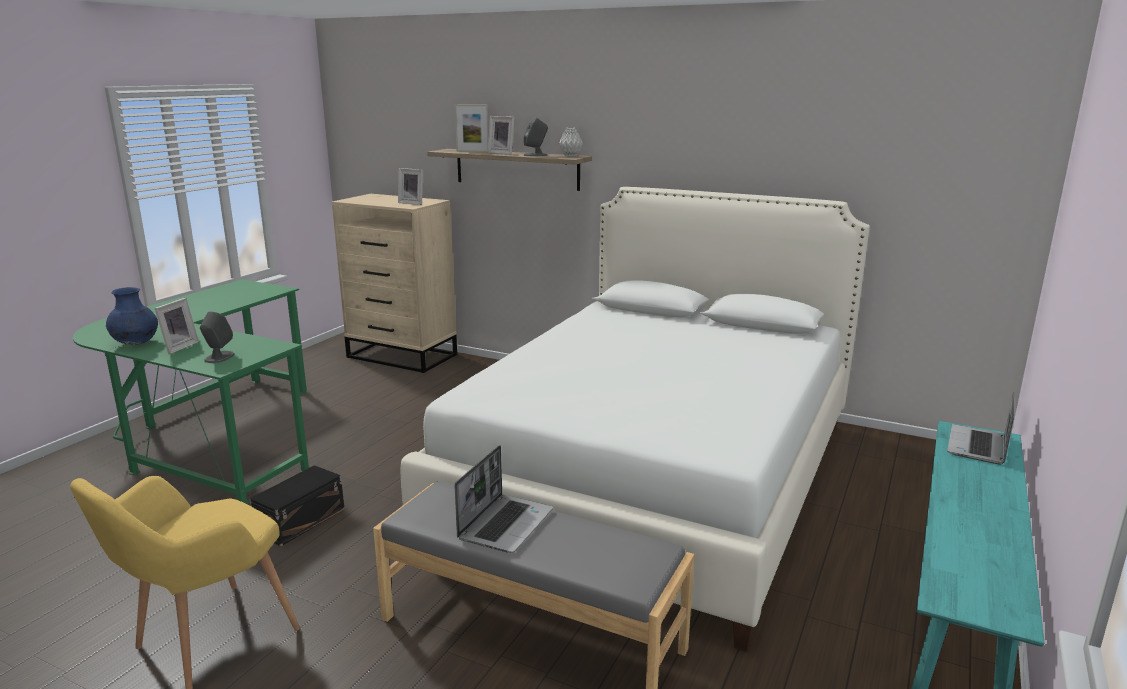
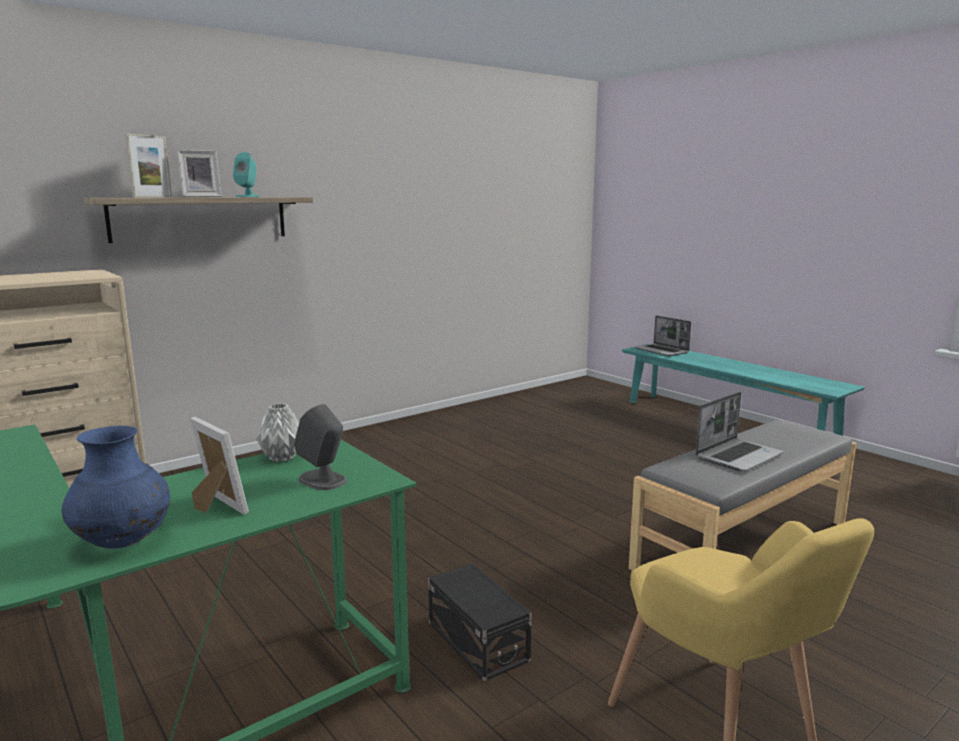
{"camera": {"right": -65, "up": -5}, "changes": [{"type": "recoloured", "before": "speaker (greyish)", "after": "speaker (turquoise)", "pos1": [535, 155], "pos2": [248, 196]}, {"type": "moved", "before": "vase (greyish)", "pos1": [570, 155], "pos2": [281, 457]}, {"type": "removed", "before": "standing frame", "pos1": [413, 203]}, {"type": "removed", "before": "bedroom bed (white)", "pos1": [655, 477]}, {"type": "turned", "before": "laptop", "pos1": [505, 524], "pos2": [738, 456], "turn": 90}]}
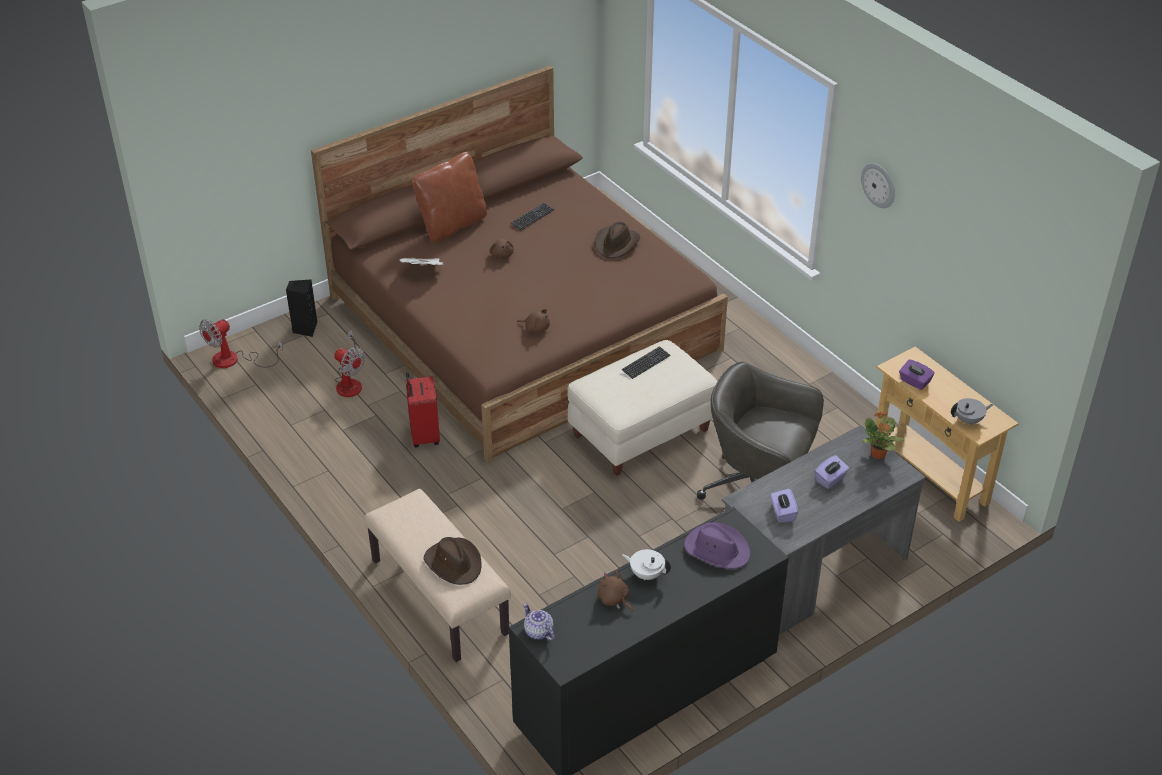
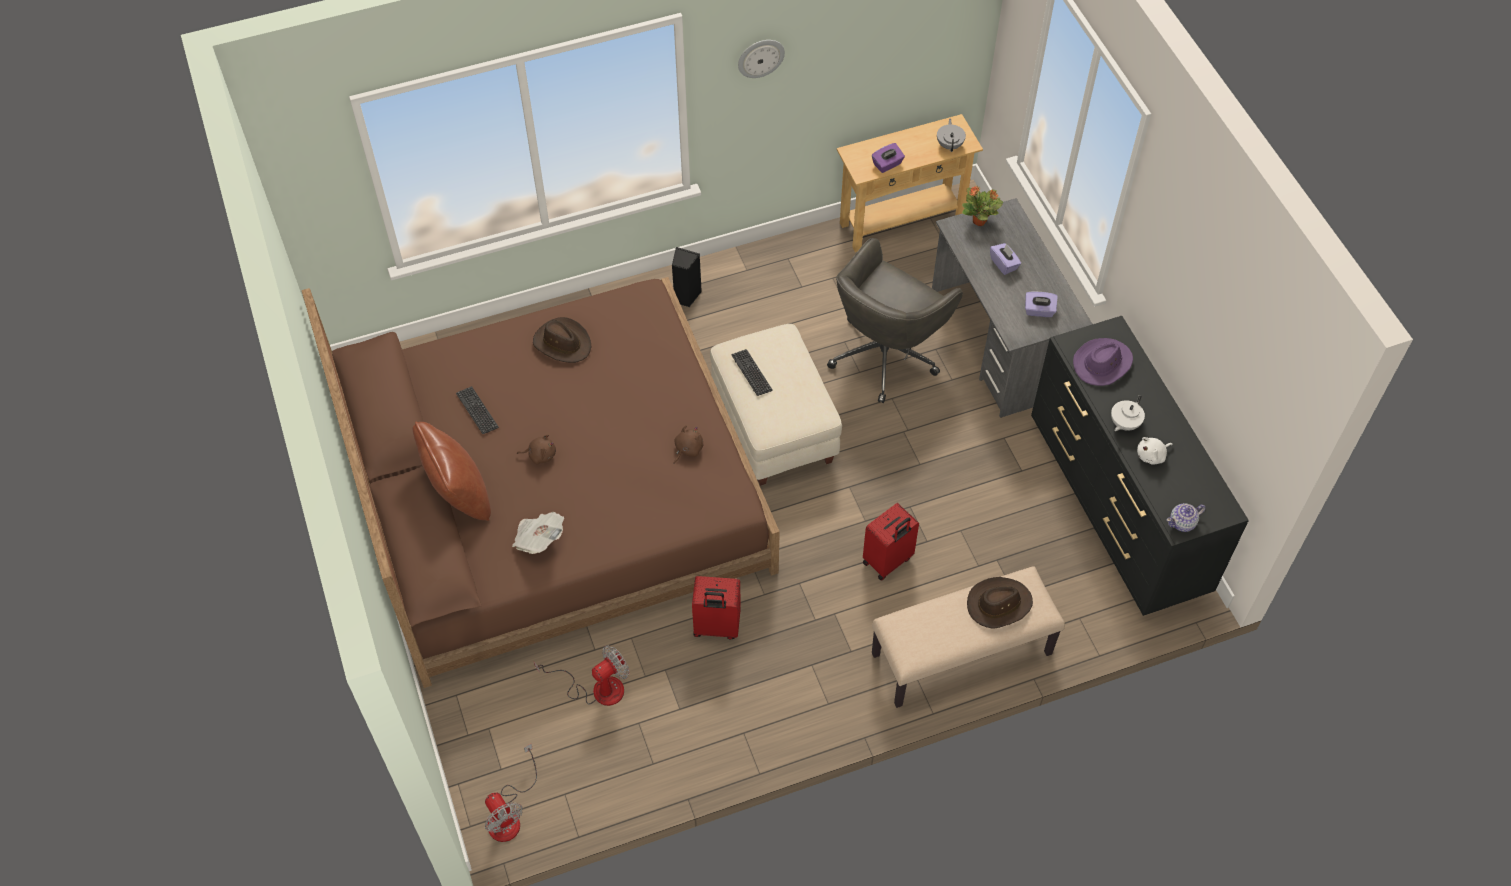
{"camera": {"right": -75, "up": 15}, "changes": [{"type": "moved", "before": "speaker (blackish)", "pos1": [305, 329], "pos2": [685, 296]}, {"type": "recoloured", "before": "soft toy (brown)", "after": "soft toy (white)", "pos1": [614, 600], "pos2": [1152, 455]}, {"type": "added", "after": "piece of luggage (red-coloured)", "pos2": [888, 561]}]}
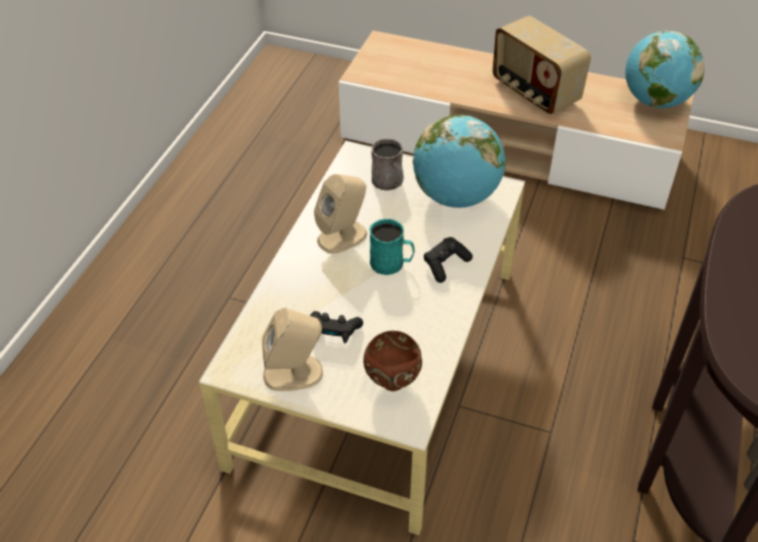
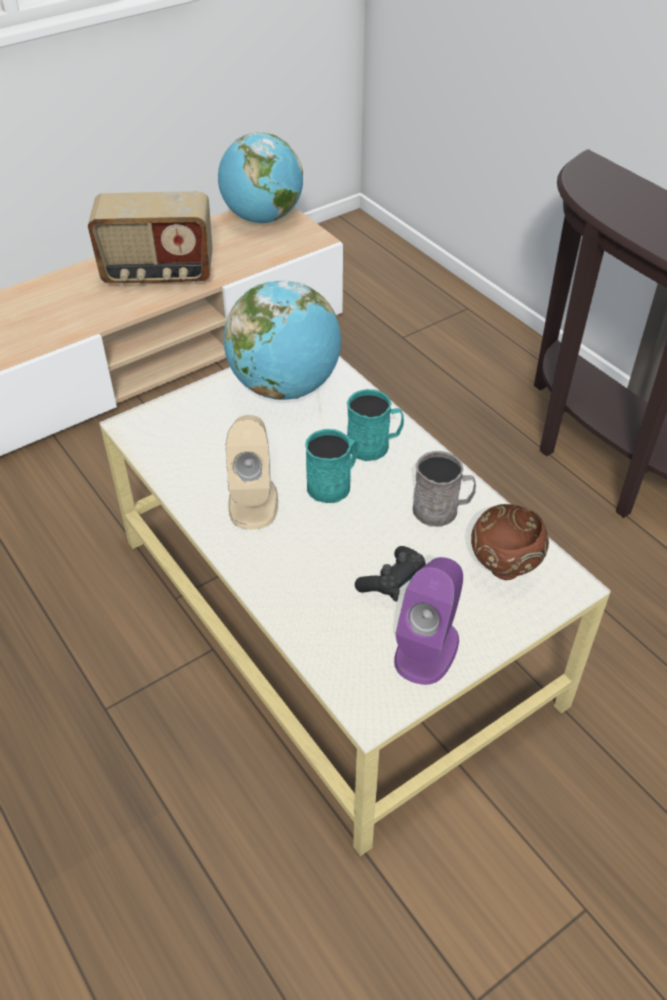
{"camera": {"right": -55, "up": 0}, "changes": [{"type": "moved", "before": "mug (greyish)", "pos1": [389, 183], "pos2": [442, 510]}, {"type": "replaced", "before": "joypad (blackish)", "after": "mug (turquoise)", "pos1": [445, 265], "pos2": [374, 445]}, {"type": "recoloured", "before": "speaker (sand-coloured)", "after": "speaker (purple)", "pos1": [294, 373], "pos2": [427, 648]}]}
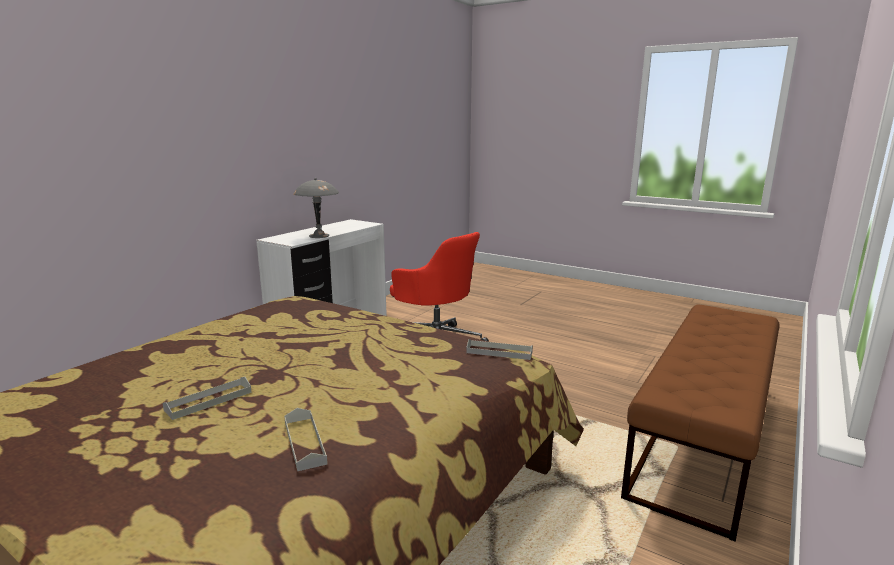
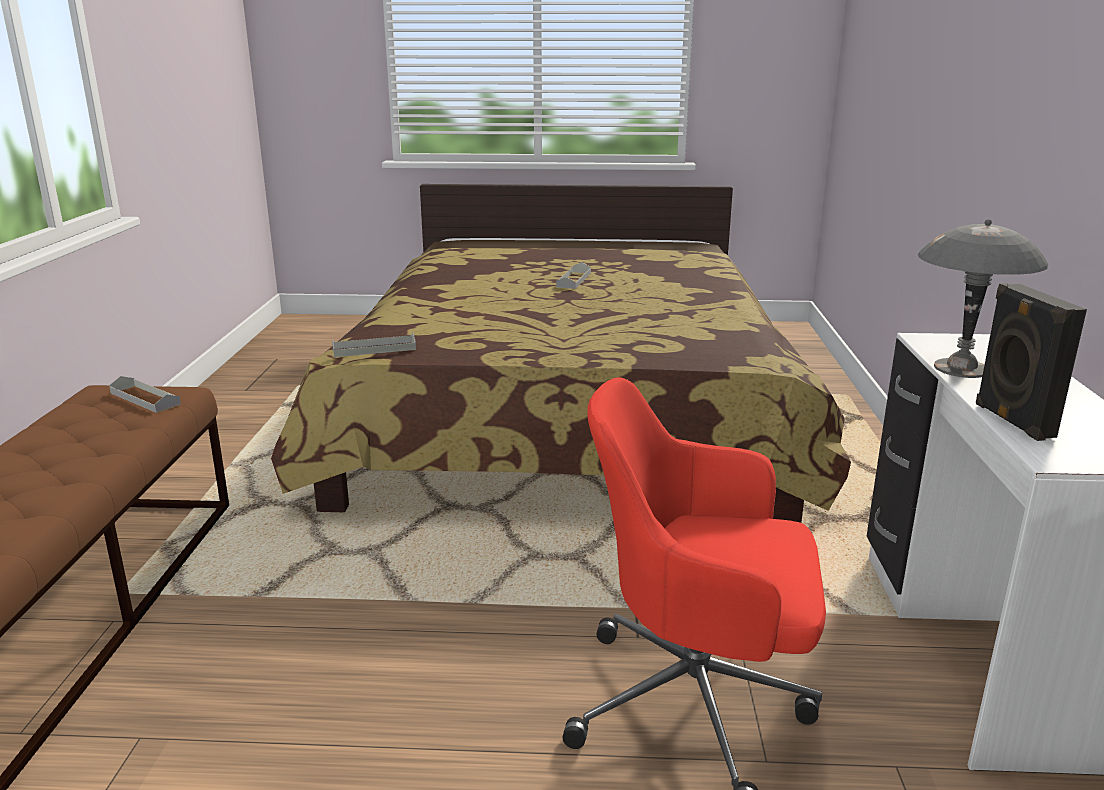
{"camera": {"right": 150, "up": 5}, "changes": [{"type": "moved", "before": "tray (greyish)", "pos1": [305, 442], "pos2": [145, 398]}, {"type": "added", "after": "speaker (blackish)", "pos2": [1011, 421]}]}
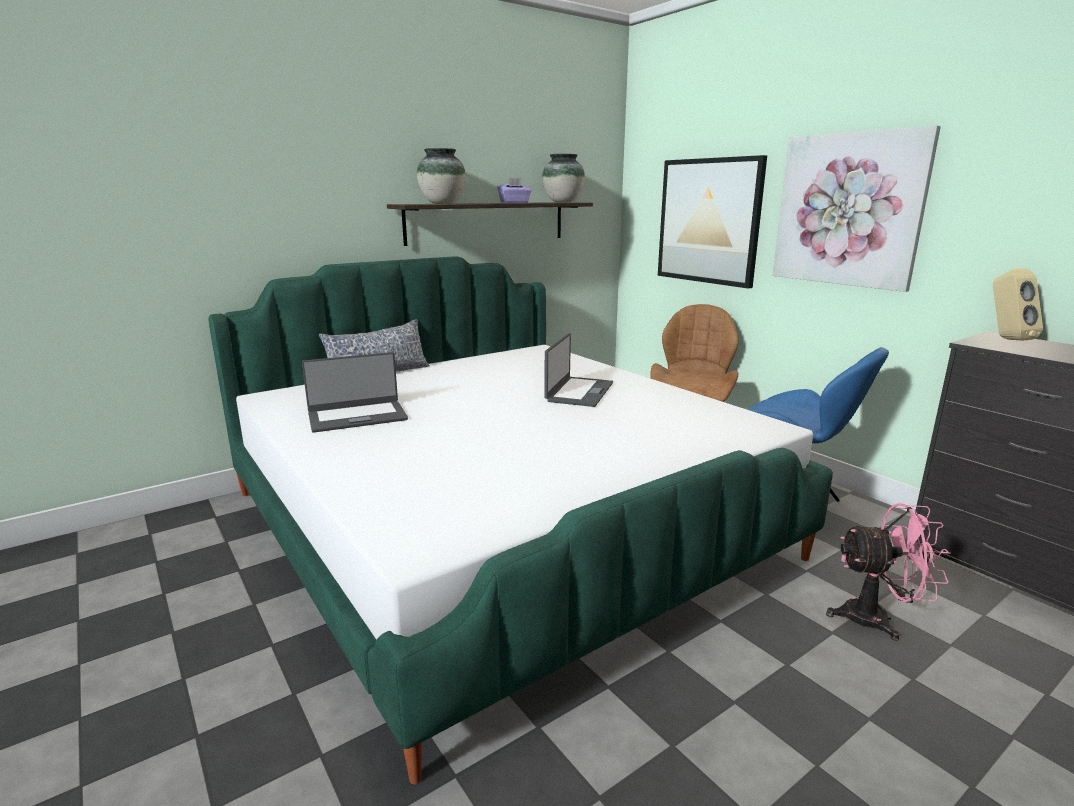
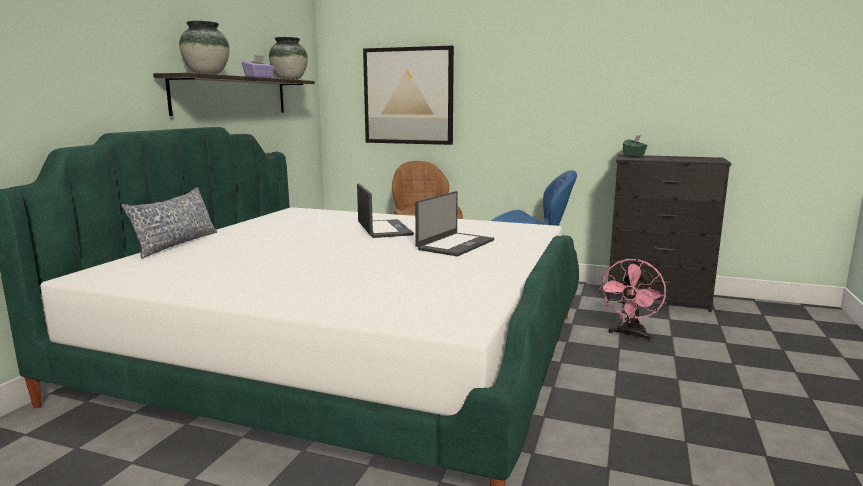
{"camera": {"right": -35, "up": -5}, "changes": [{"type": "removed", "before": "picture", "pos1": [848, 210]}, {"type": "replaced", "before": "speaker (sand-coloured)", "after": "tissue holder (greenish)", "pos1": [1006, 338], "pos2": [634, 156]}, {"type": "moved", "before": "laptop", "pos1": [357, 416], "pos2": [455, 245]}, {"type": "turned", "before": "cooling fan (pink)", "pos1": [877, 618], "pos2": [630, 335], "turn": 150}]}
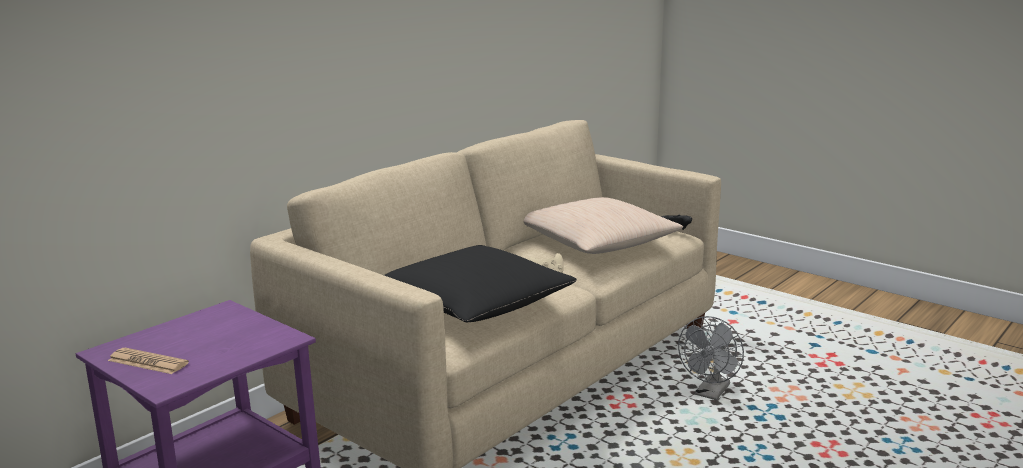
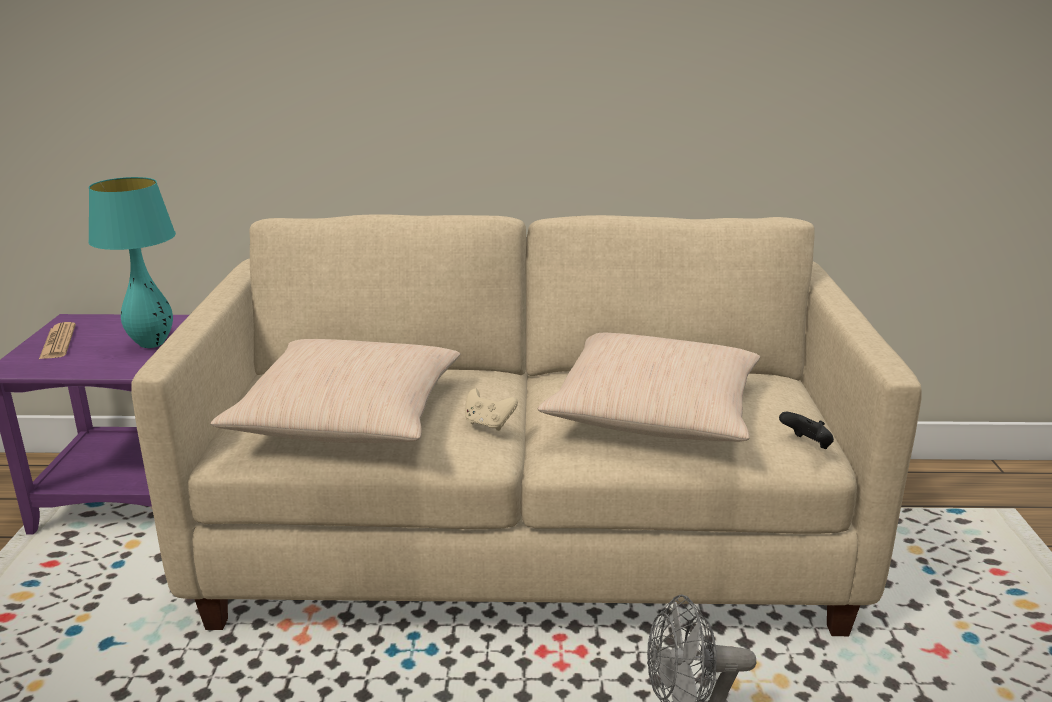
{"camera": {"right": 50, "up": 5}, "changes": [{"type": "recoloured", "before": "cushion (blackish)", "after": "cushion (sand-coloured)", "pos1": [476, 303], "pos2": [349, 416]}, {"type": "added", "after": "tabletop lamp (turquoise)", "pos2": [152, 344]}]}
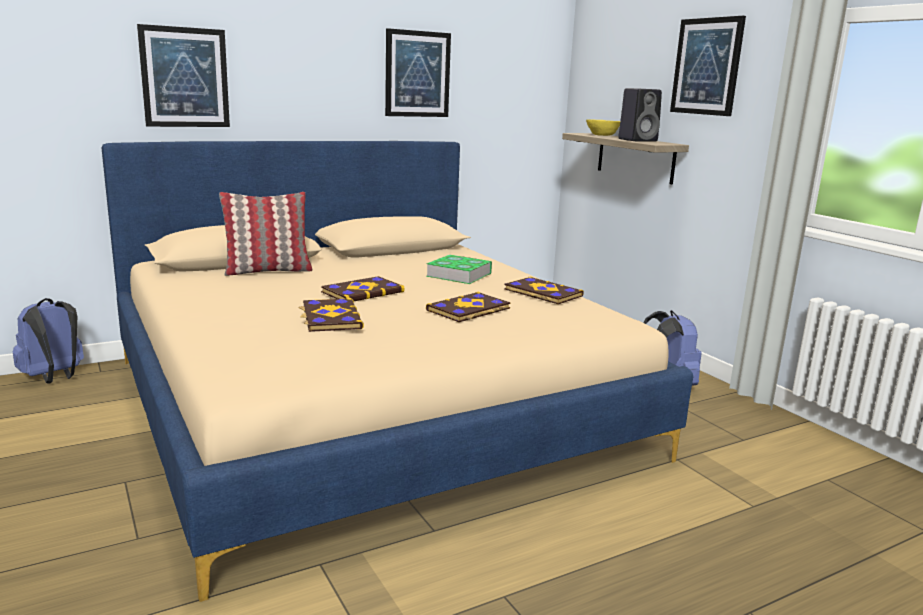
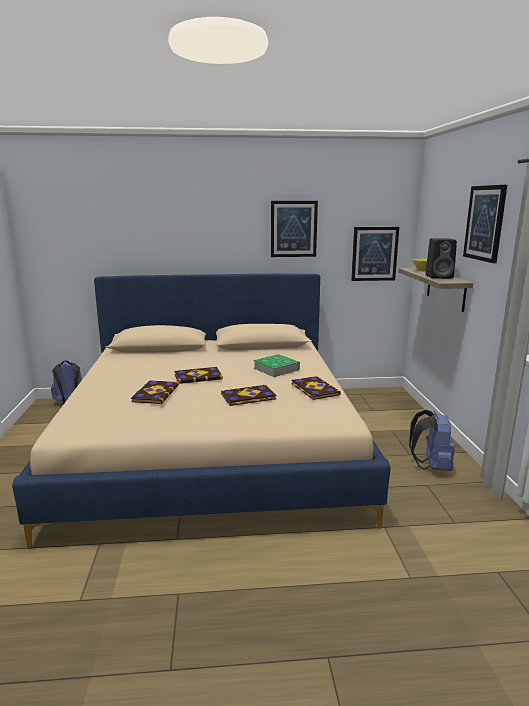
{"camera": {"right": 25, "up": 0}, "changes": [{"type": "moved", "before": "picture", "pos1": [185, 77], "pos2": [374, 253]}, {"type": "removed", "before": "cushion", "pos1": [267, 271]}]}
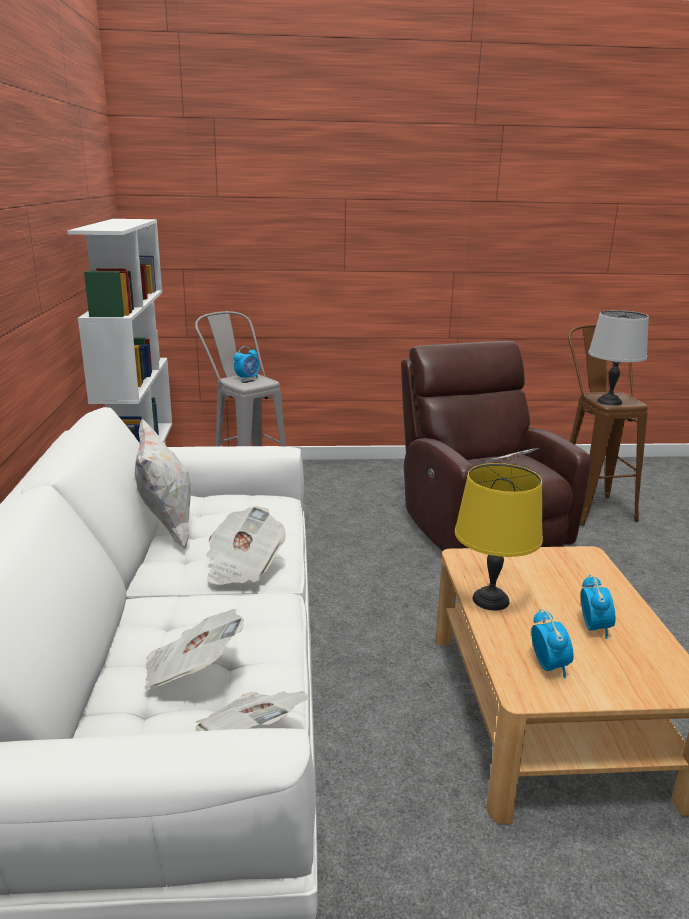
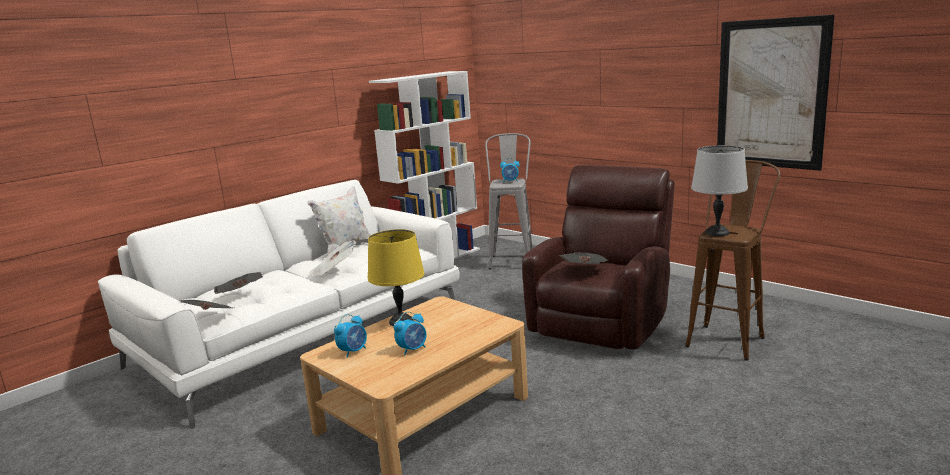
{"camera": {"right": 50, "up": -5}, "changes": [{"type": "added", "after": "picture", "pos2": [770, 94]}]}
